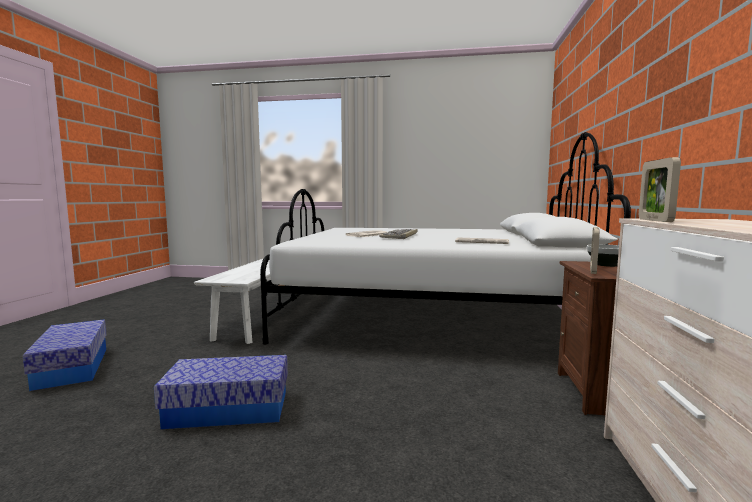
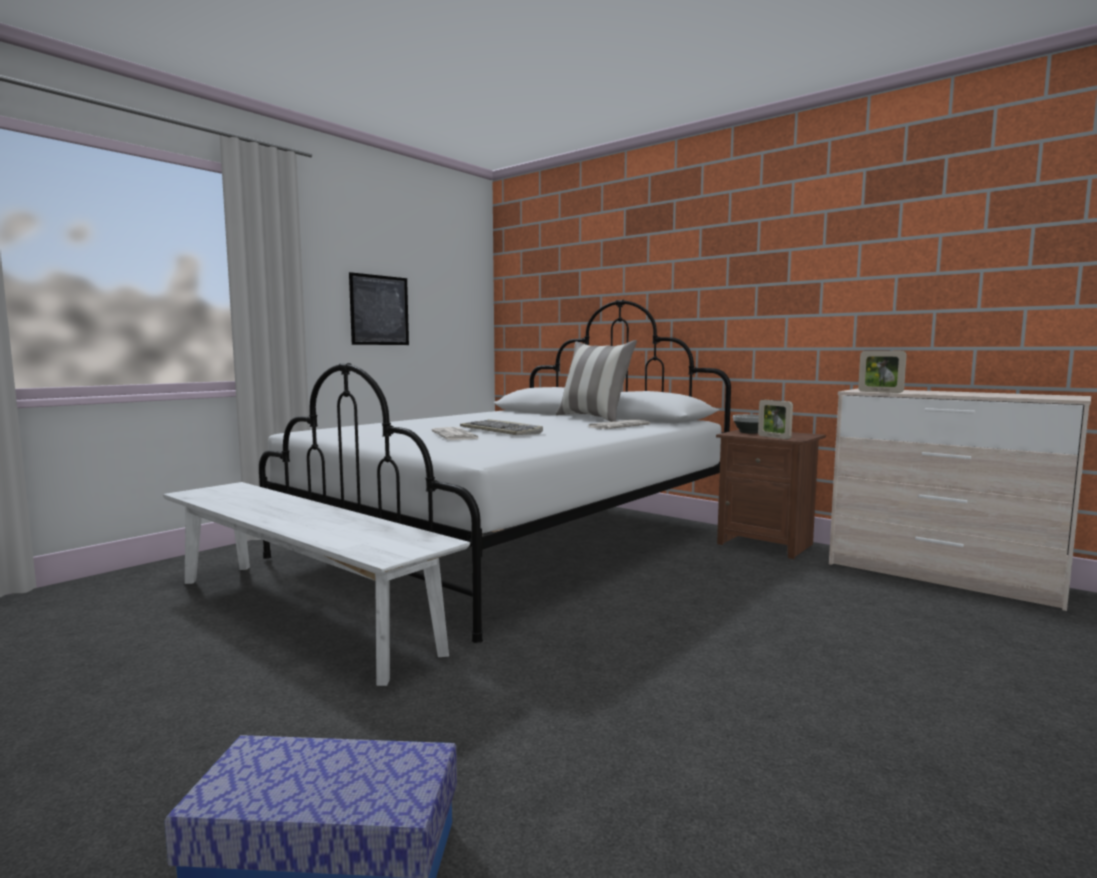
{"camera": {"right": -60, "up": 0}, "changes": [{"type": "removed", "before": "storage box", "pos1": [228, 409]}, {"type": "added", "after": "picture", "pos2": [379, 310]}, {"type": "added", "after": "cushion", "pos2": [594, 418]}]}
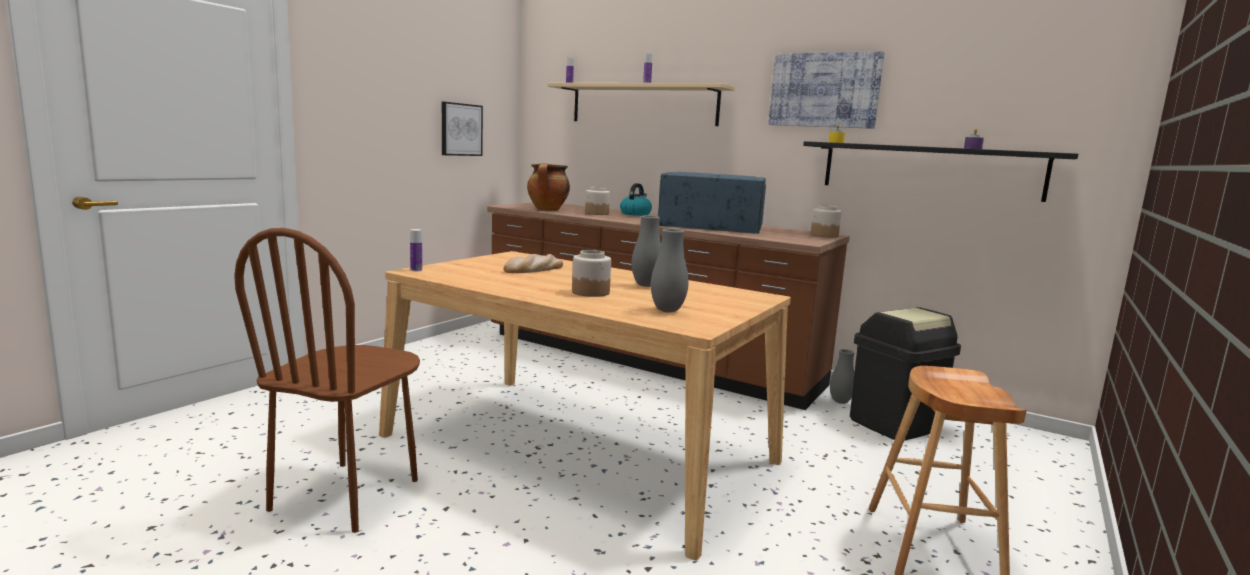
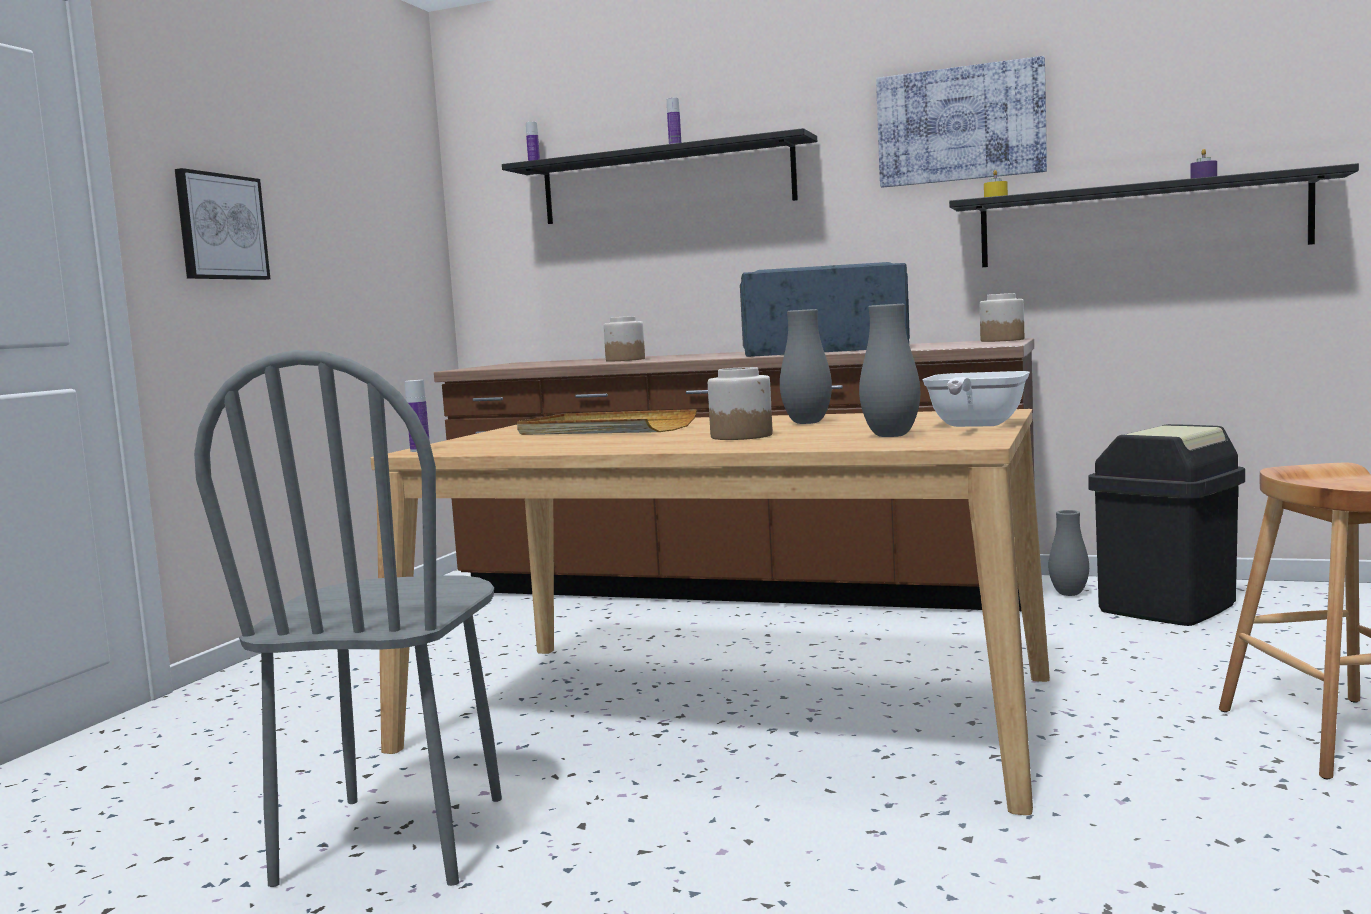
{"camera": {"right": -10, "up": -5}, "changes": [{"type": "recoloured", "before": "bracket shelf (sand-coloured)", "after": "bracket shelf (blackish)", "pos1": [643, 105], "pos2": [666, 183]}, {"type": "moved", "before": "picture", "pos1": [461, 129], "pos2": [221, 227]}, {"type": "removed", "before": "cooking pot", "pos1": [548, 210]}, {"type": "removed", "before": "kettle", "pos1": [635, 214]}, {"type": "recoloured", "before": "plain chair (brown)", "after": "plain chair (greyish)", "pos1": [346, 495], "pos2": [395, 839]}, {"type": "replaced", "before": "bread", "after": "tray (sand-coloured)", "pos1": [533, 269], "pos2": [605, 430]}, {"type": "added", "after": "frying pan", "pos2": [974, 425]}]}
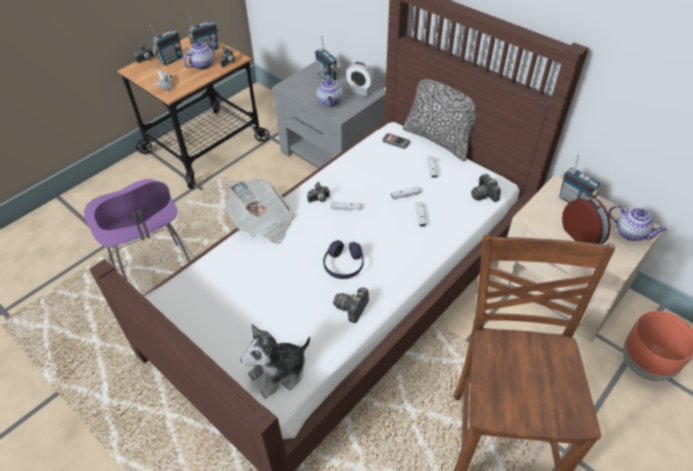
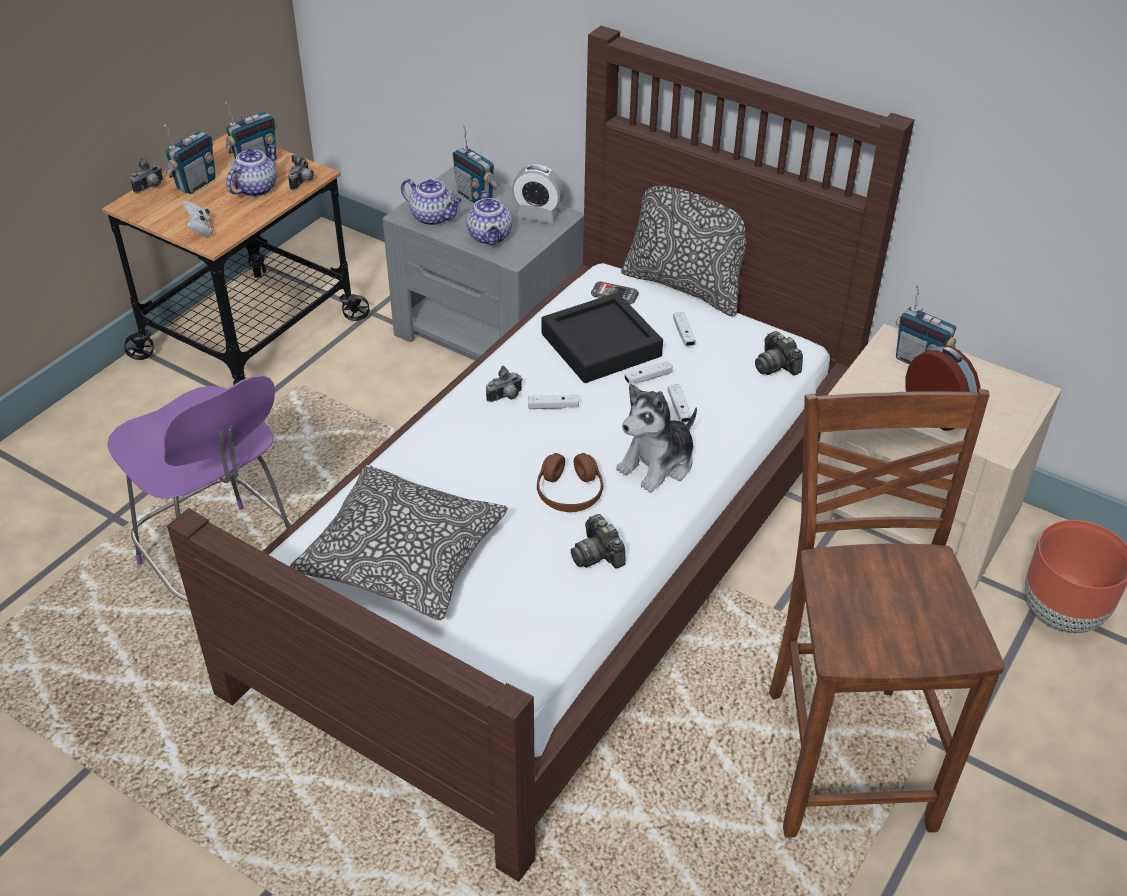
{"camera": {"right": -10, "up": -5}, "changes": [{"type": "removed", "before": "newspaper", "pos1": [262, 223]}, {"type": "moved", "before": "teapot", "pos1": [631, 233], "pos2": [433, 217]}, {"type": "recoloured", "before": "headset (purple)", "after": "headset (brown)", "pos1": [343, 265], "pos2": [569, 493]}, {"type": "turned", "before": "photo camera", "pos1": [352, 308], "pos2": [598, 554], "turn": -45}, {"type": "moved", "before": "soft toy", "pos1": [279, 372], "pos2": [658, 464]}, {"type": "added", "after": "tray (blackish)", "pos2": [601, 345]}, {"type": "added", "after": "cushion", "pos2": [403, 557]}]}
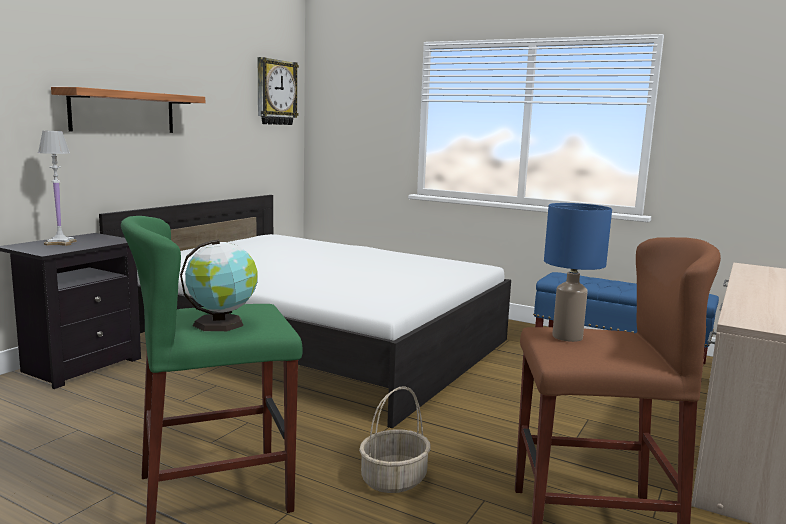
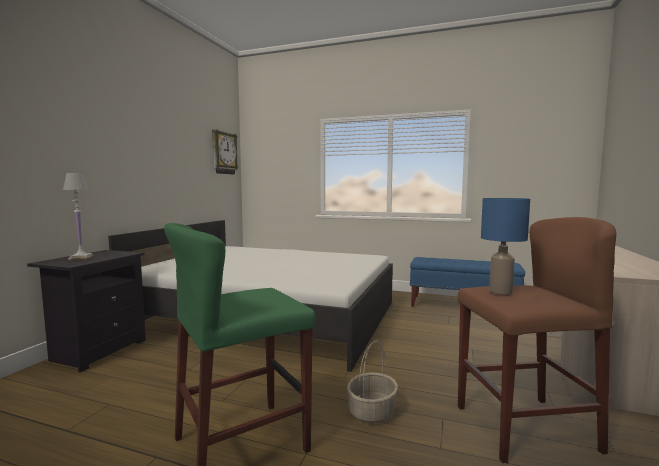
{"camera": {"right": -10, "up": -5}, "changes": [{"type": "removed", "before": "bracket shelf", "pos1": [123, 112]}, {"type": "removed", "before": "world globe", "pos1": [222, 323]}]}
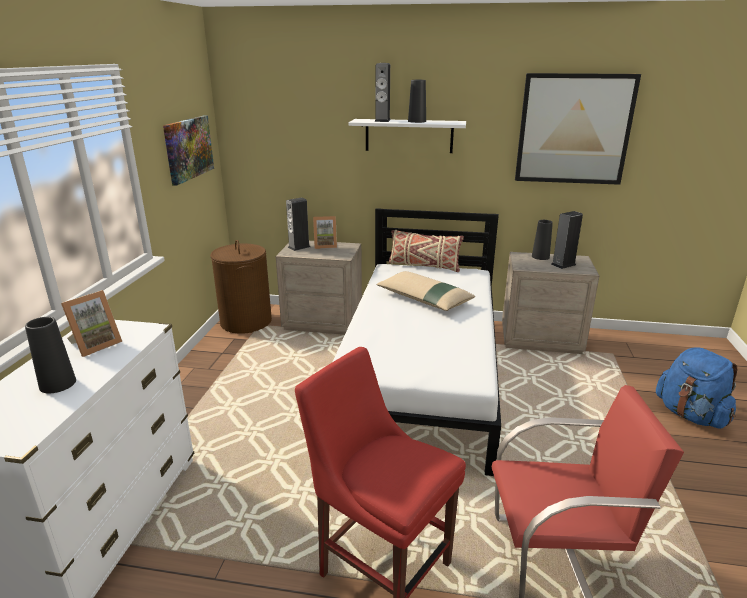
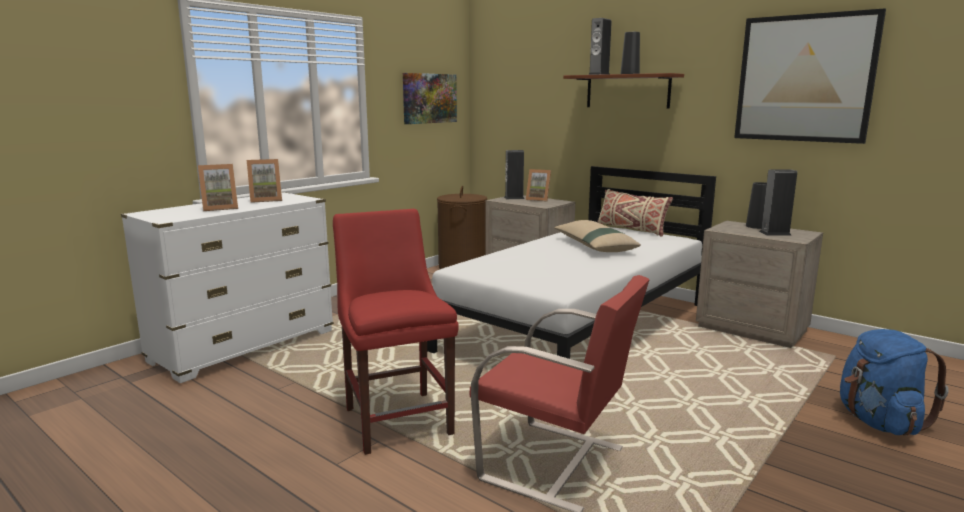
{"camera": {"right": 30, "up": -10}, "changes": [{"type": "recoloured", "before": "bracket shelf (white)", "after": "bracket shelf (brown)", "pos1": [409, 136], "pos2": [627, 91]}, {"type": "replaced", "before": "vase (blackish)", "after": "standing frame", "pos1": [57, 384], "pos2": [220, 208]}]}
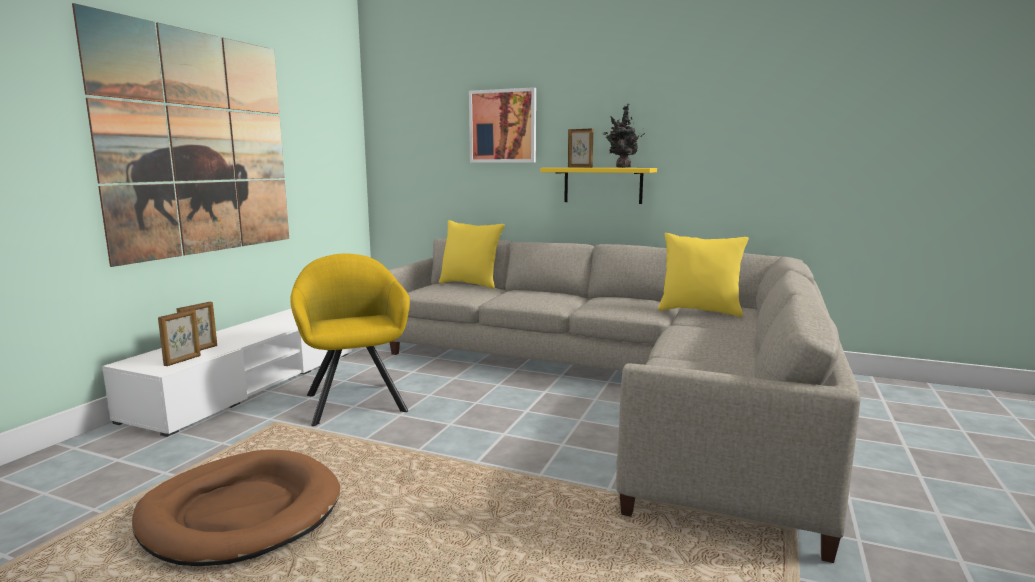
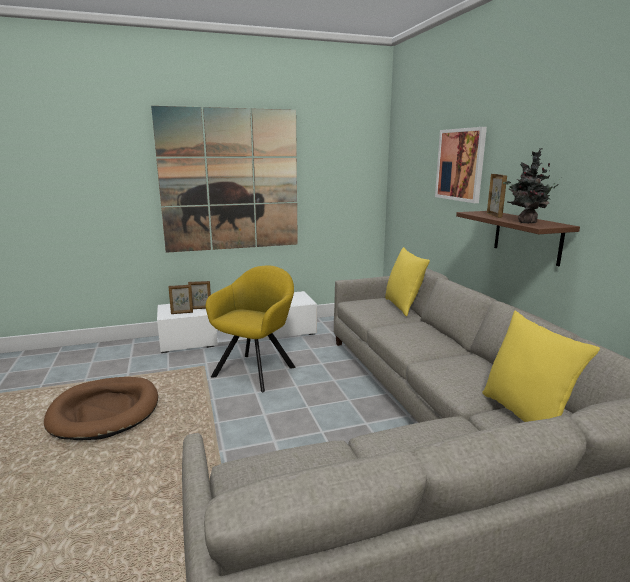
{"camera": {"right": 50, "up": 5}, "changes": [{"type": "recoloured", "before": "bracket shelf (yellow)", "after": "bracket shelf (brown)", "pos1": [603, 185], "pos2": [527, 237]}]}
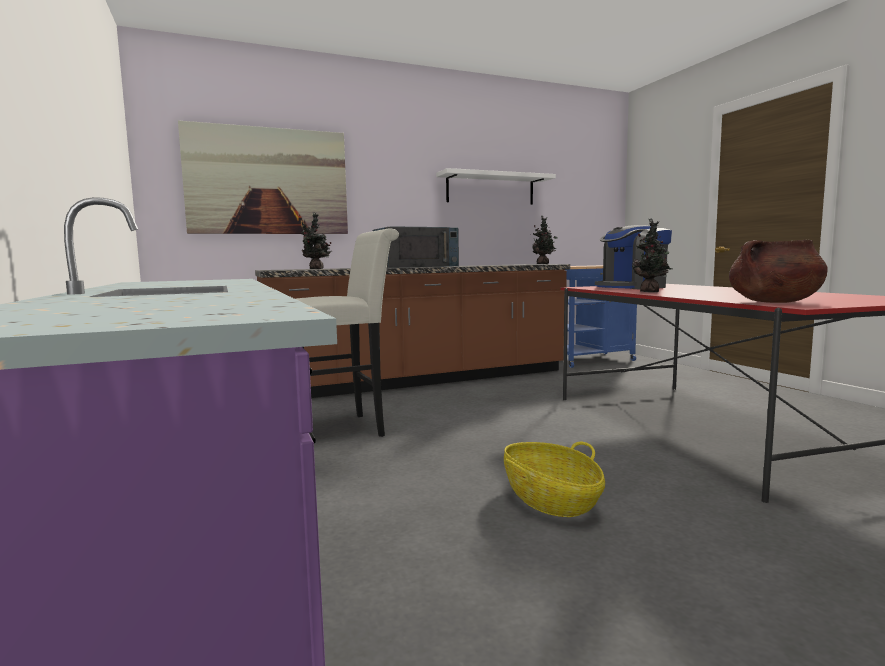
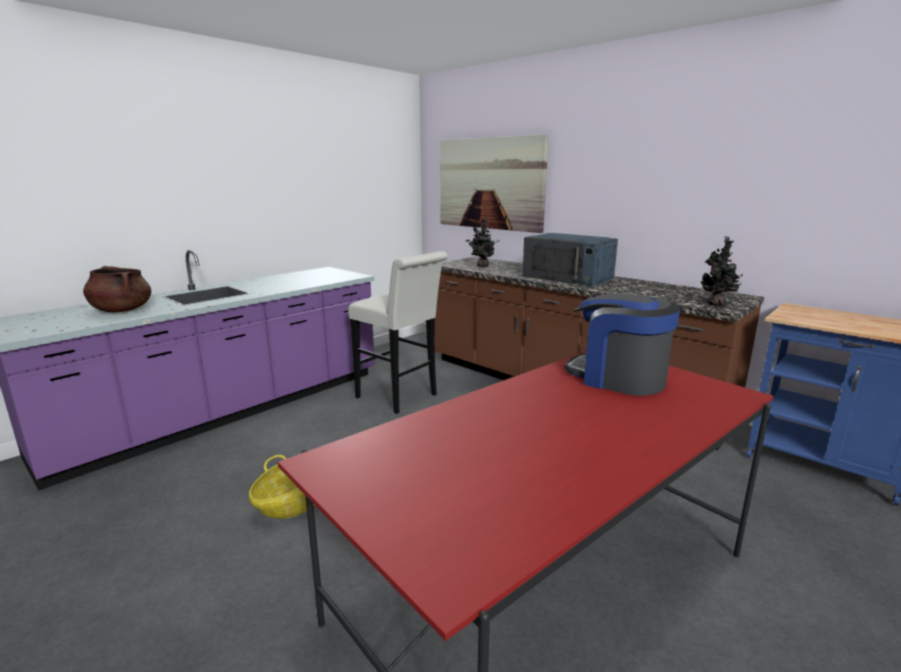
{"camera": {"right": 65, "up": 10}, "changes": [{"type": "removed", "before": "bracket shelf (white)", "pos1": [490, 189]}, {"type": "removed", "before": "potted plant", "pos1": [651, 292]}, {"type": "moved", "before": "cooking pot (brown)", "pos1": [774, 302], "pos2": [121, 310]}]}
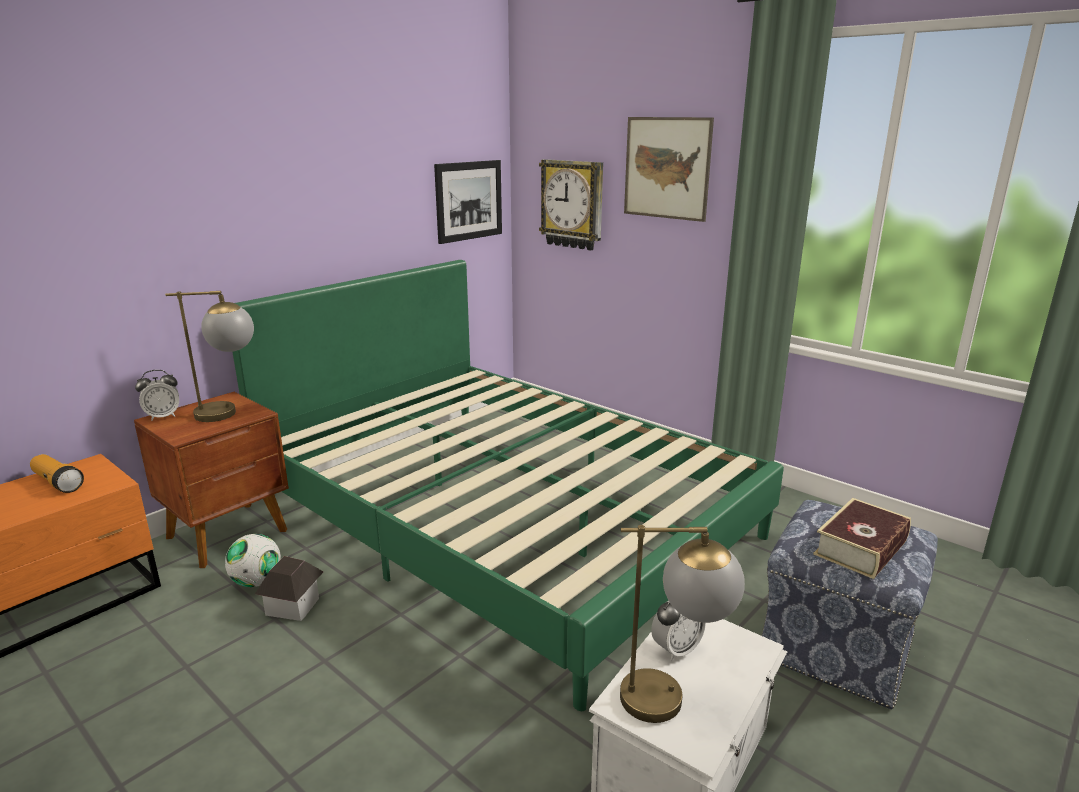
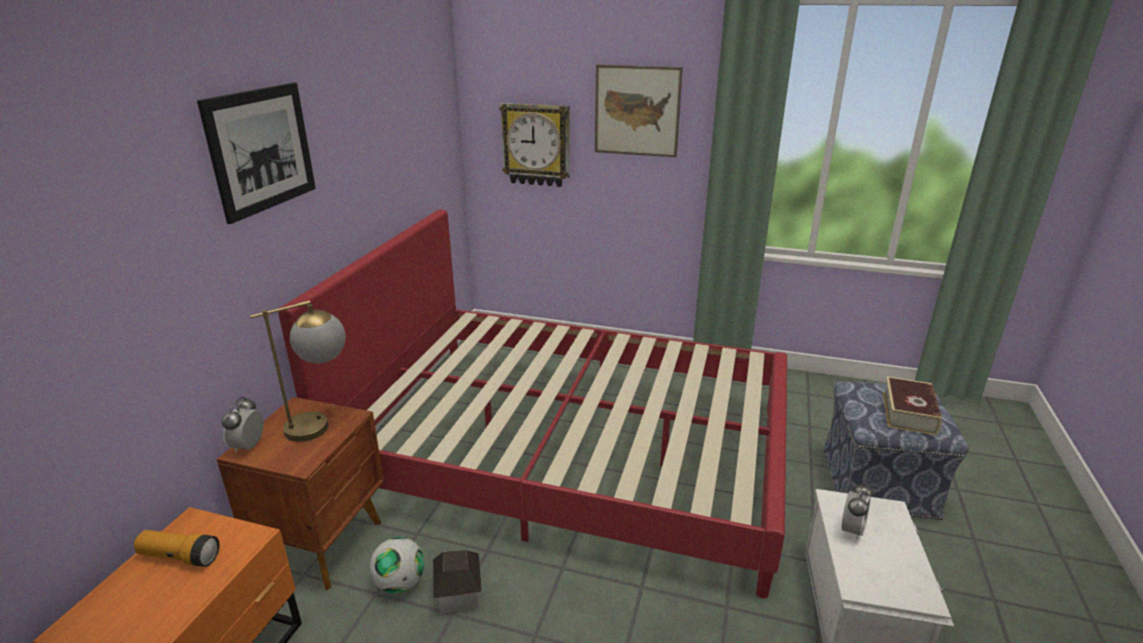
{"camera": {"right": -25, "up": 5}, "changes": [{"type": "moved", "before": "picture", "pos1": [469, 200], "pos2": [261, 149]}, {"type": "recoloured", "before": "bedroom bed (greenish)", "after": "bedroom bed (red-coloured)", "pos1": [504, 517], "pos2": [570, 449]}, {"type": "turned", "before": "table clock", "pos1": [163, 416], "pos2": [248, 446], "turn": 150}, {"type": "removed", "before": "tabletop lamp", "pos1": [673, 698]}]}
